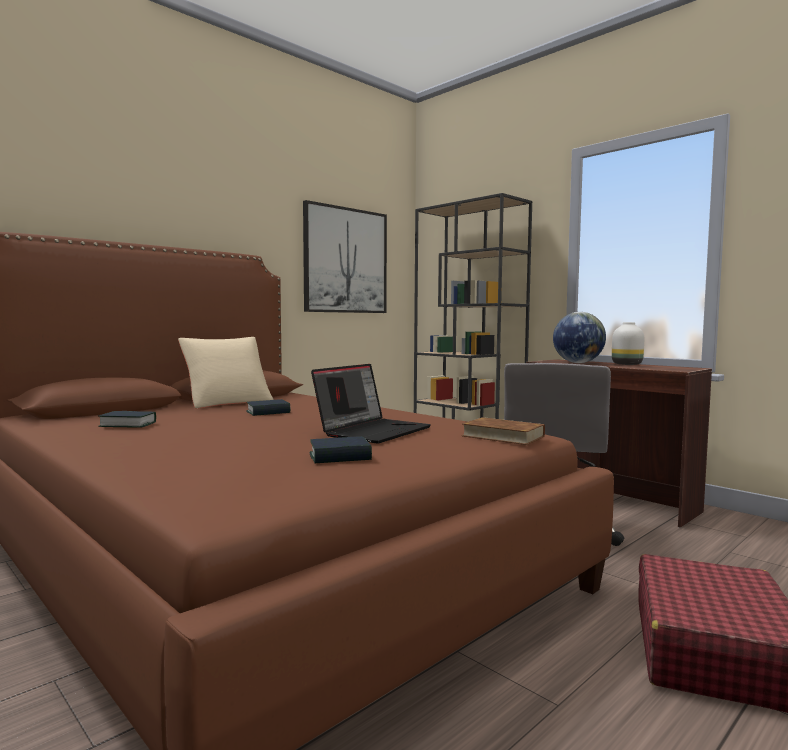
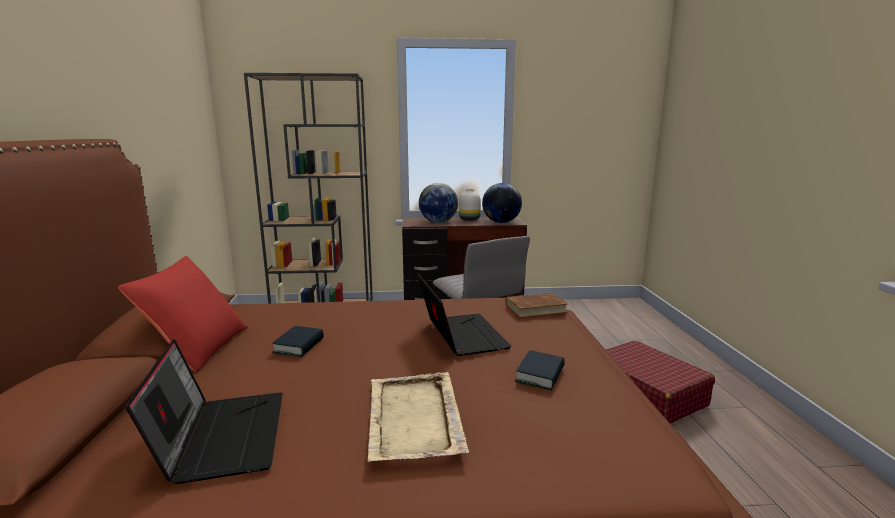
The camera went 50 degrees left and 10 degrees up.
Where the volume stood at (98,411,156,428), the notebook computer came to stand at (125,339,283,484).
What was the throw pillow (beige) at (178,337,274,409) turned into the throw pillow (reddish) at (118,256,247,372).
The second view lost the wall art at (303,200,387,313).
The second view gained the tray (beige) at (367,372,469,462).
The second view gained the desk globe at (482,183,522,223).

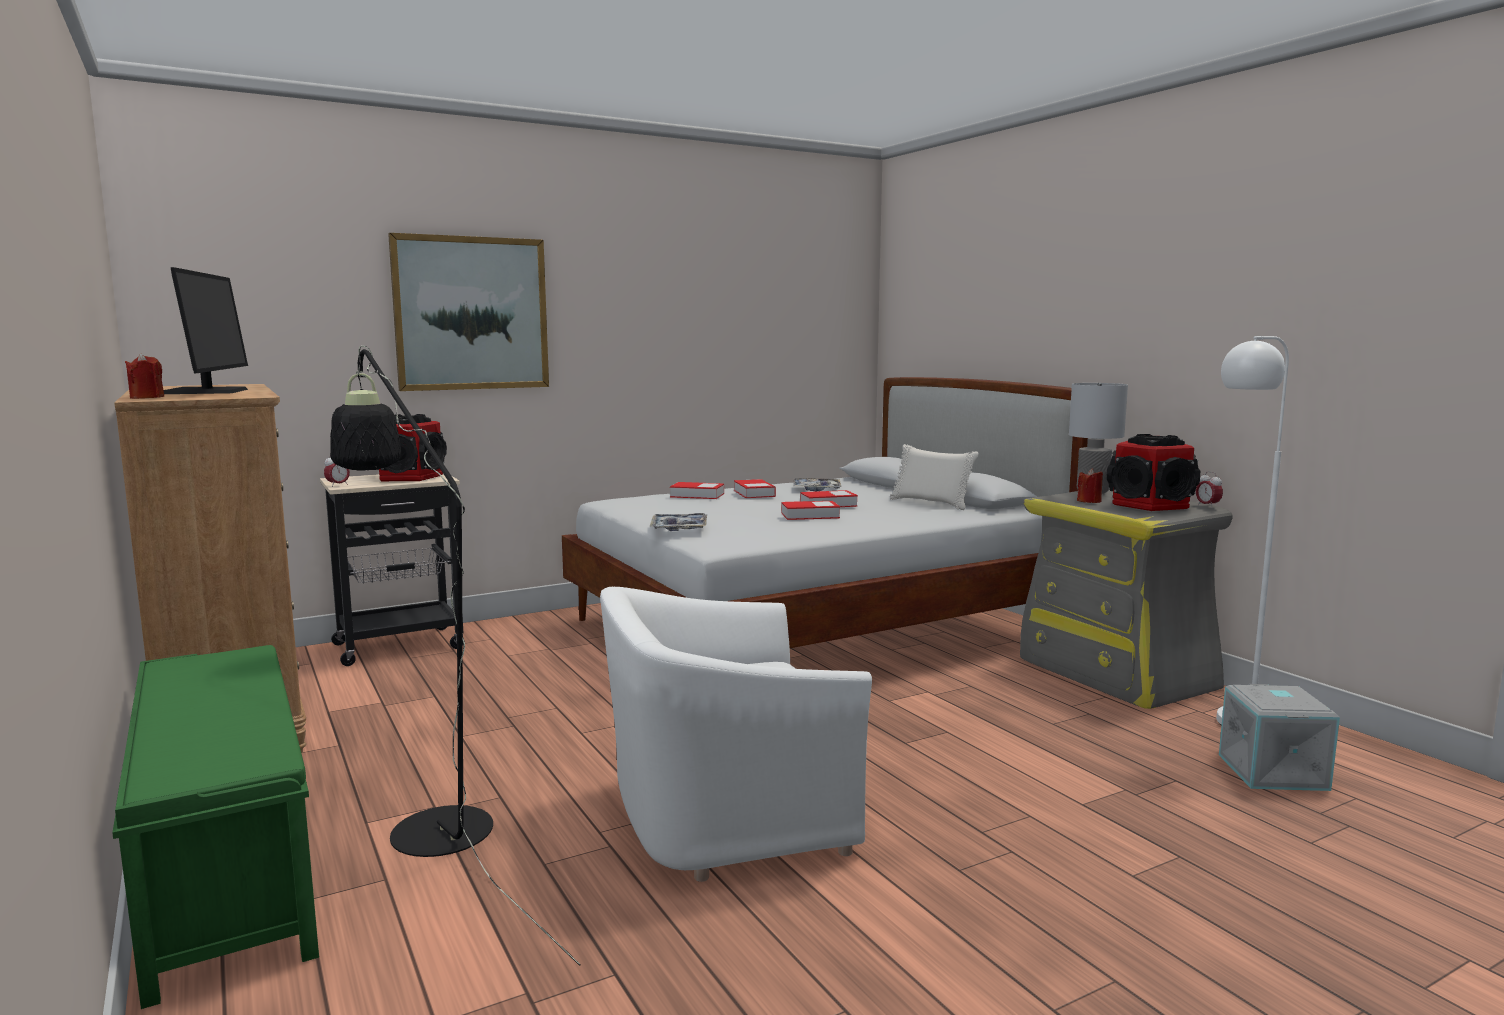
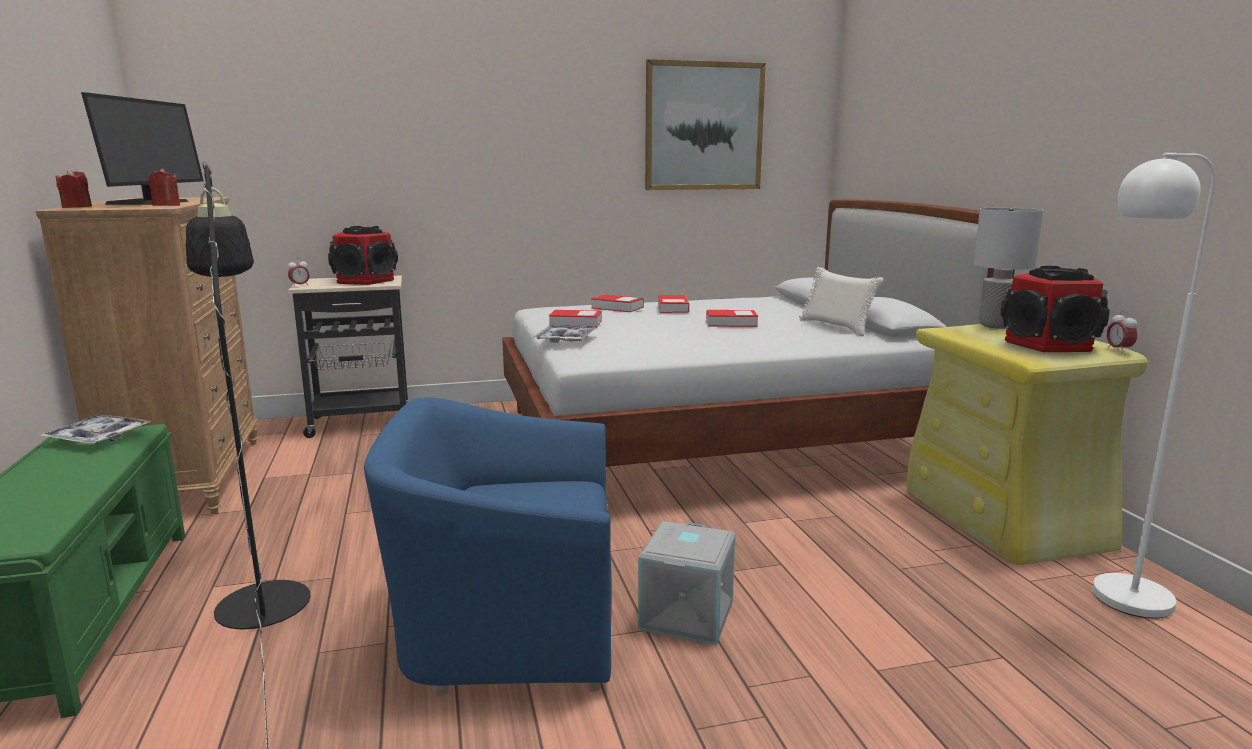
The camera went 15 degrees right and 5 degrees up.
The wall art ended up elsewhere, having gone from (388,233,549,391) to (645,59,766,190).
What was the lounge chair (whitish) at (600,587,872,882) turned into the lounge chair (blue) at (364,397,612,696).
The volume ended up elsewhere, having gone from (781,501,840,520) to (549,310,602,327).
The tray ended up elsewhere, having gone from (794,478,842,491) to (39,415,151,444).
What was the bedside table (greyish) at (1020,490,1232,709) turned into the bedside table (yellowish) at (906,324,1148,565).
The wax candle (reddish) ended up elsewhere, having gone from (1077,468,1103,503) to (148,168,180,206).
The storage container (greyish) ended up elsewhere, having gone from (1219,684,1340,791) to (638,521,736,645).

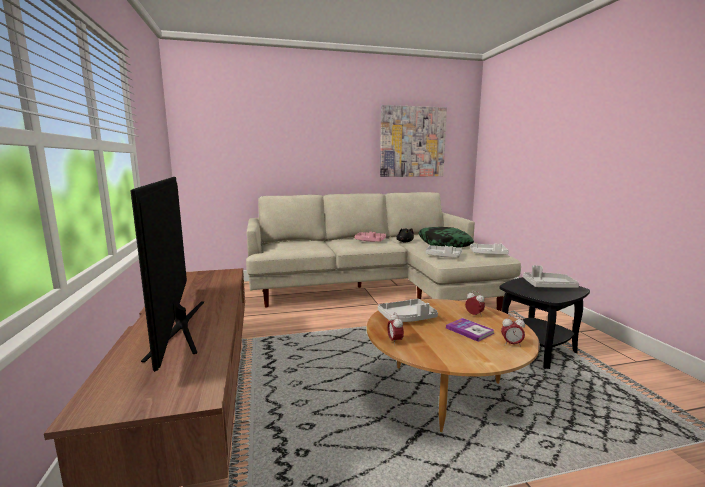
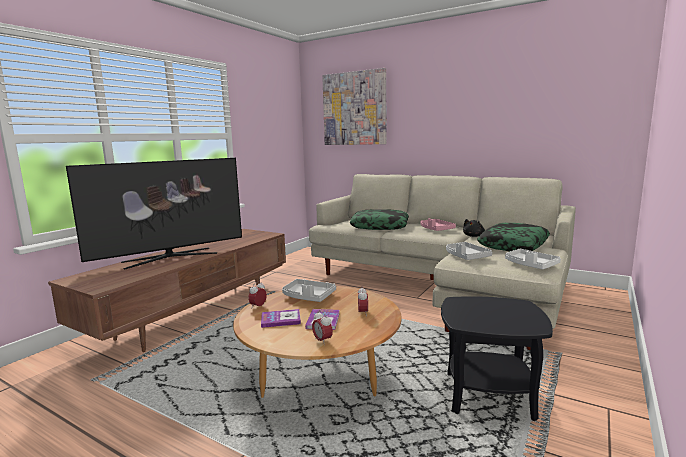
The camera went 45 degrees right and 0 degrees up.
The television at (130,177,204,372) ended up facing another way, 150 degrees counterclockwise from before.
The wall art ended up elsewhere, having gone from (380,105,447,177) to (322,68,386,145).
The second view lost the tray (greyish) at (523,265,579,288).
The second view gained the volume at (261,309,301,328).
The second view gained the throw pillow at (350,209,409,230).

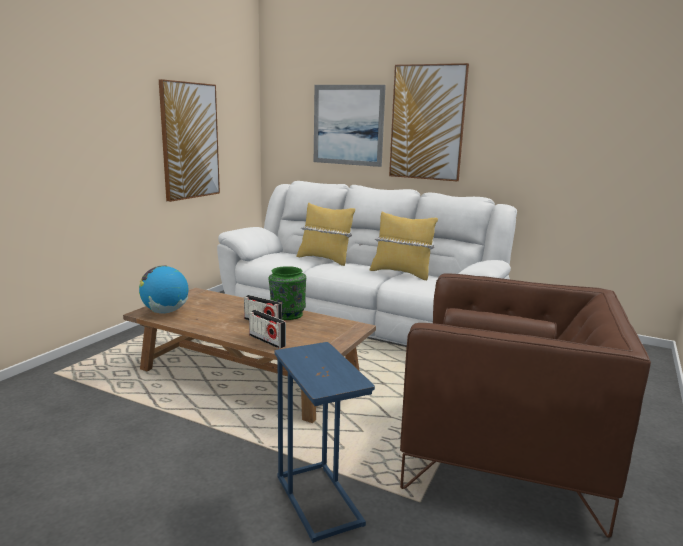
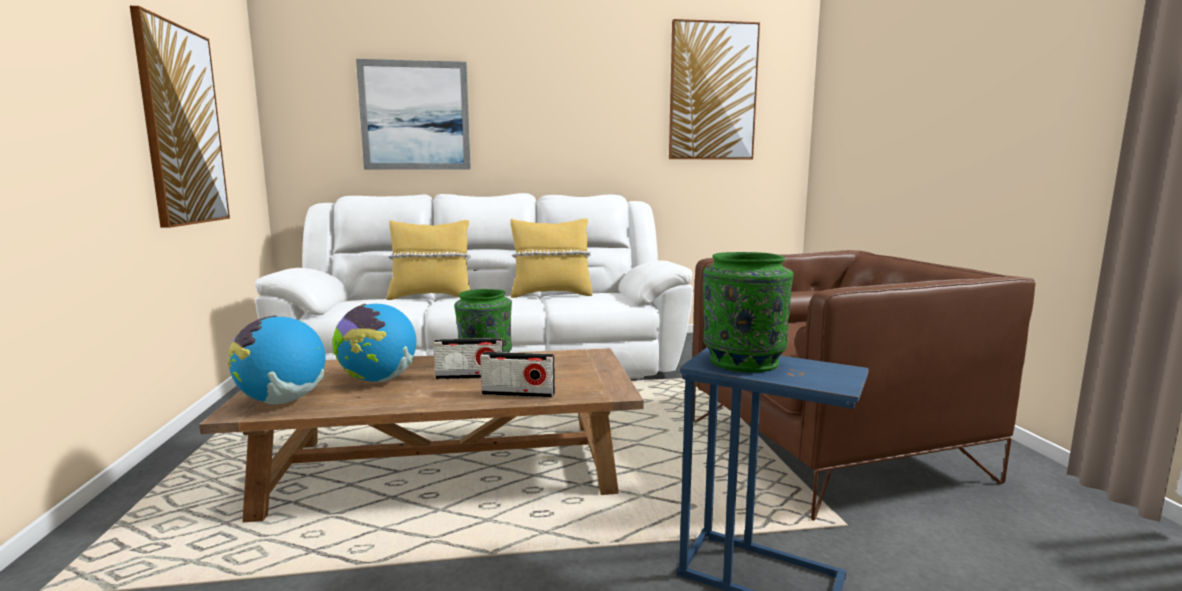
The camera went 35 degrees left and 5 degrees down.
The wall art ended up elsewhere, having gone from (389,63,469,181) to (669,19,760,160).
The second view gained the desk globe at (332,304,416,382).
The second view gained the flower vase (green-coloured) at (703,252,794,373).

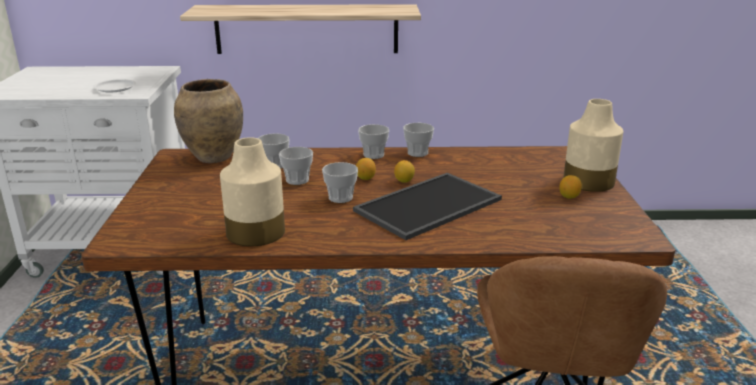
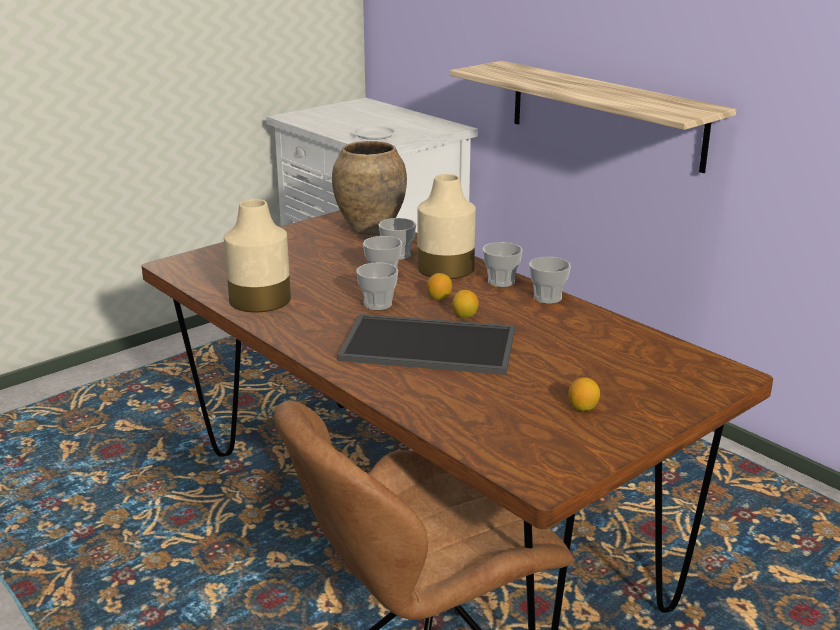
The camera went 50 degrees right and 0 degrees up.
The flower vase (beige) ended up elsewhere, having gone from (563,99,623,192) to (417,174,476,279).

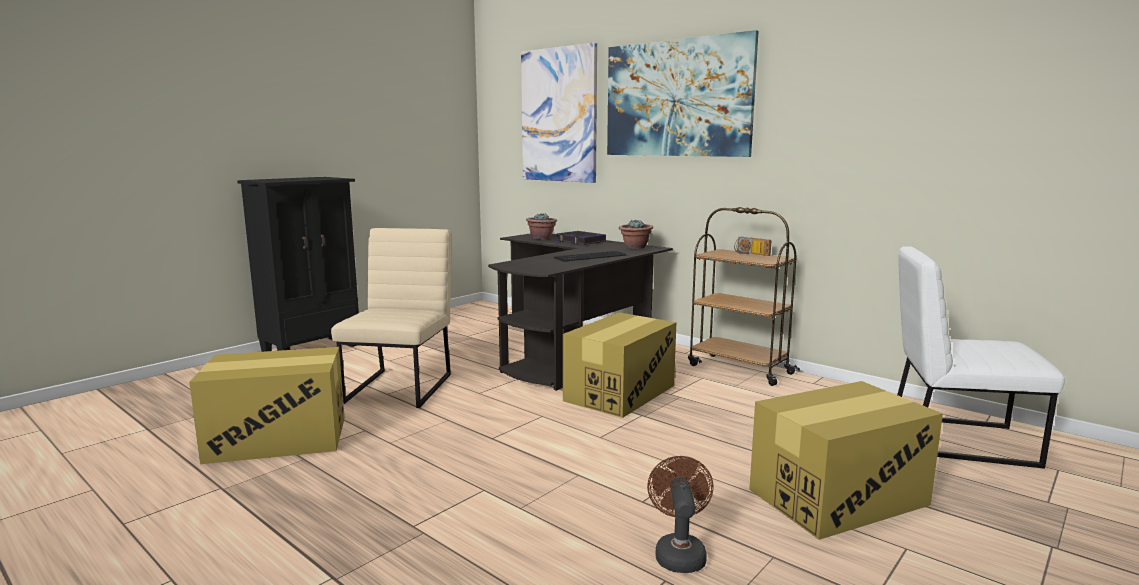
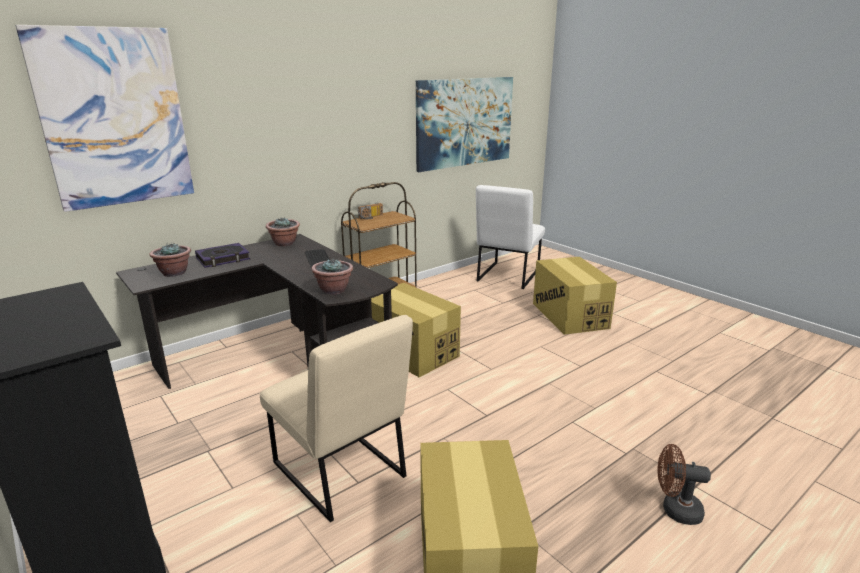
The camera went 80 degrees left and 10 degrees up.
The upright chair (beige) at (331,228,451,408) ended up facing another way, 150 degrees counterclockwise from before.
The wall art ended up elsewhere, having gone from (607,30,759,157) to (416,77,513,172).
The electric fan (brownish) ended up elsewhere, having gone from (647,456,714,573) to (657,444,711,525).
The second view gained the plant in a pot at (311,259,353,294).

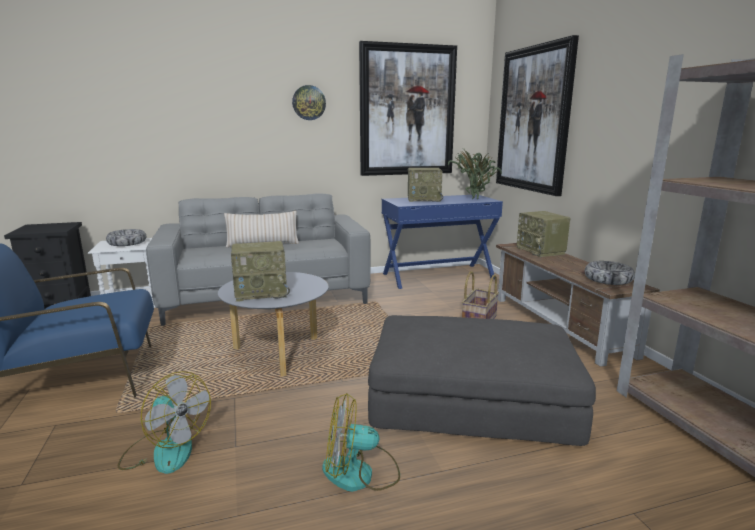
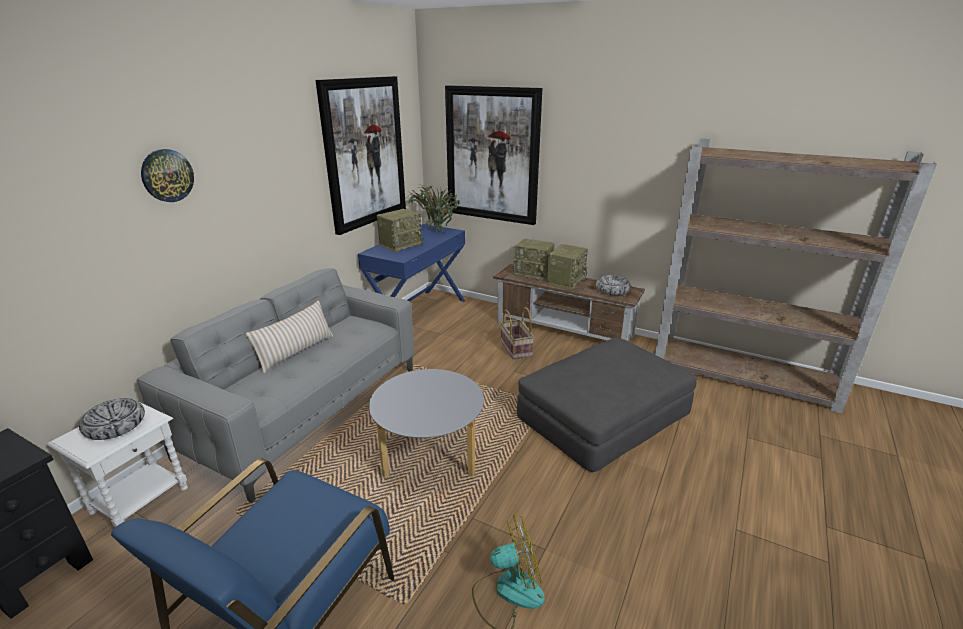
The camera went 45 degrees left and 10 degrees up.
The radio ended up elsewhere, having gone from (231,241,290,302) to (547,244,588,290).
The wall clock ended up elsewhere, having gone from (292,85,326,120) to (141,149,194,202).
The second view lost the electric fan at (322,393,400,492).

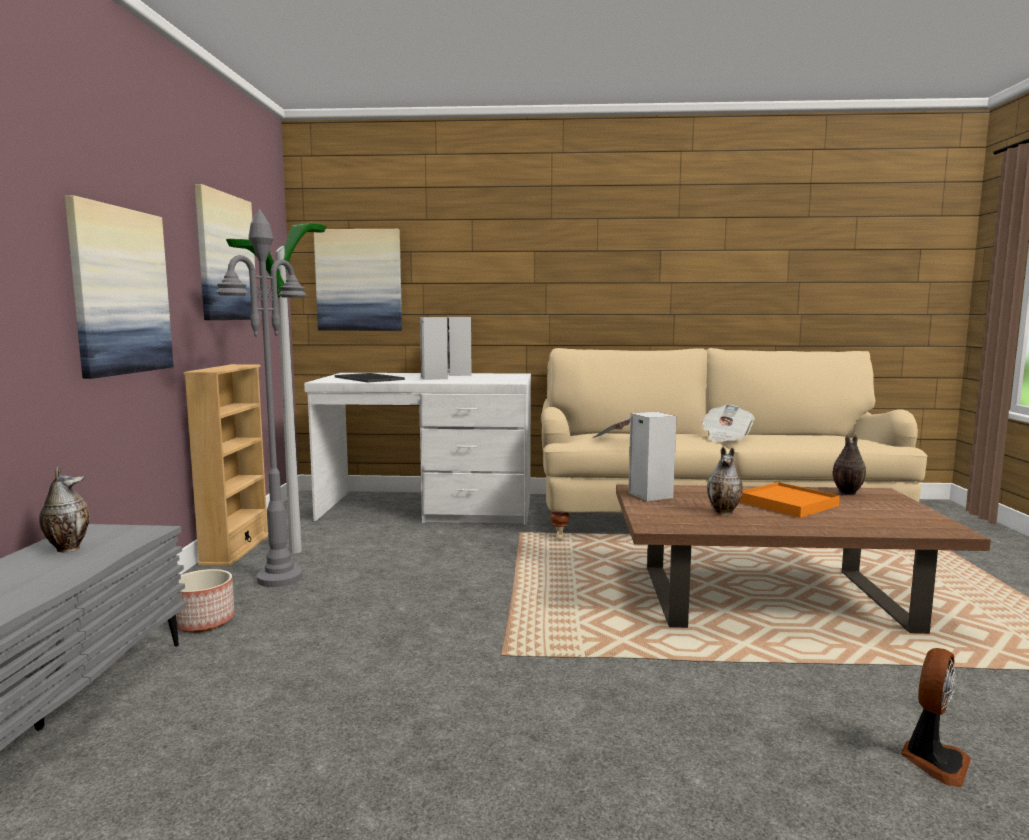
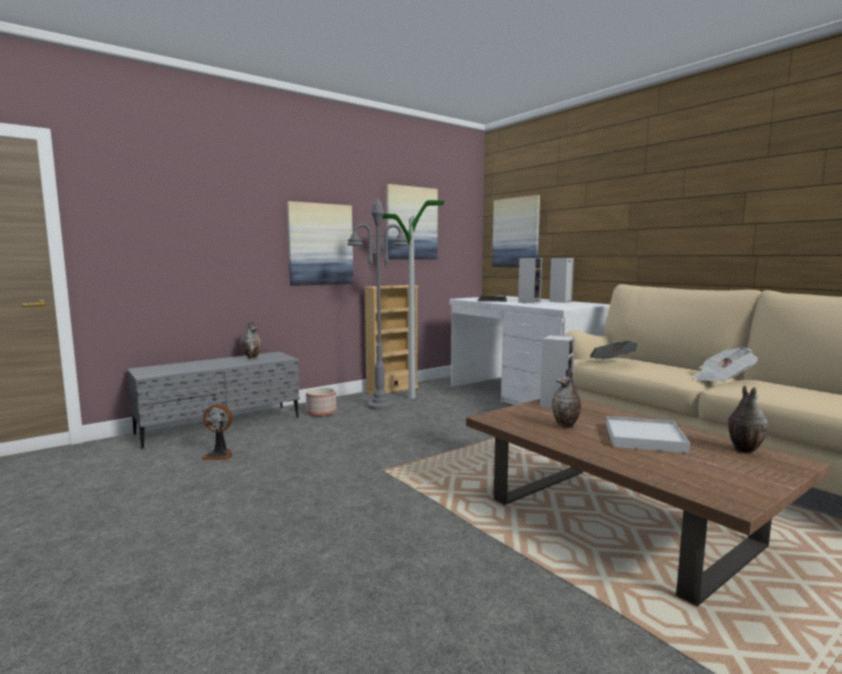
The camera went 50 degrees right and 0 degrees up.
What was the tray (orangey) at (740,482,840,518) turned into the tray (whitish) at (606,416,690,453).
The electric fan ended up elsewhere, having gone from (900,648,971,787) to (201,404,233,460).

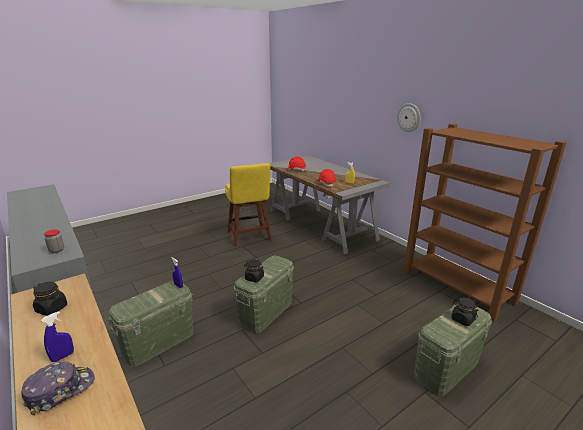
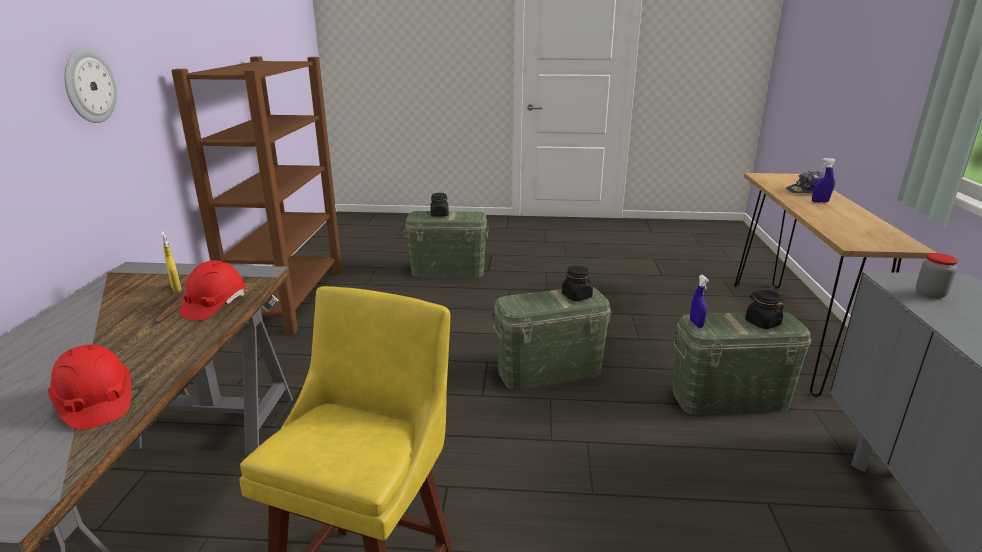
The camera went 140 degrees left and 0 degrees up.
The storage jar (blackish) ended up elsewhere, having gone from (33,282,67,316) to (745,290,784,329).

